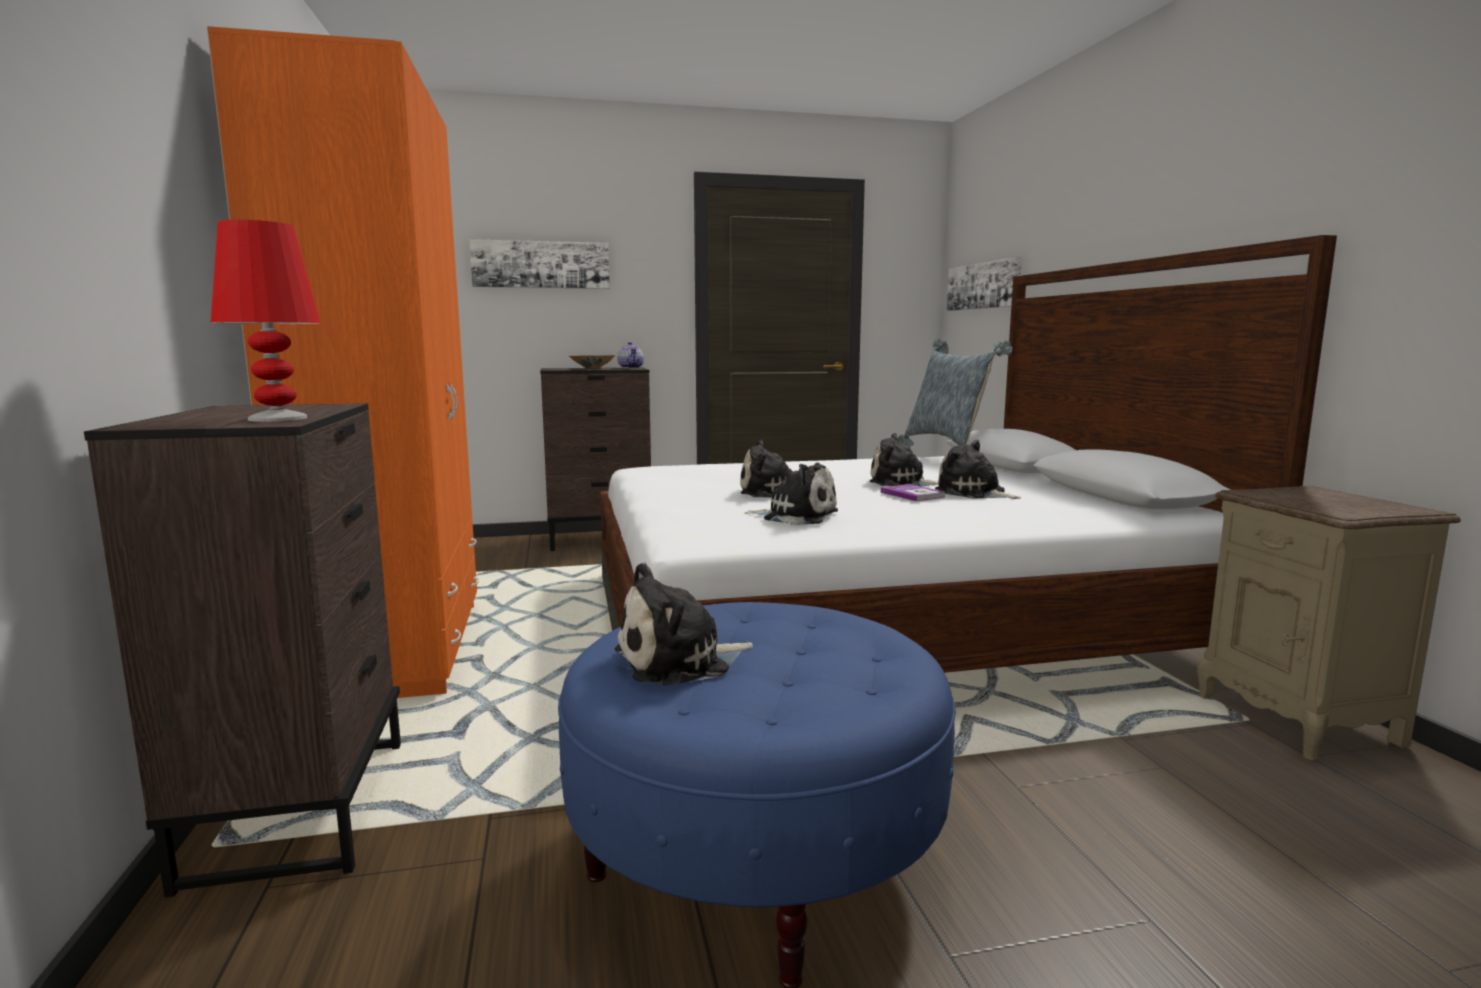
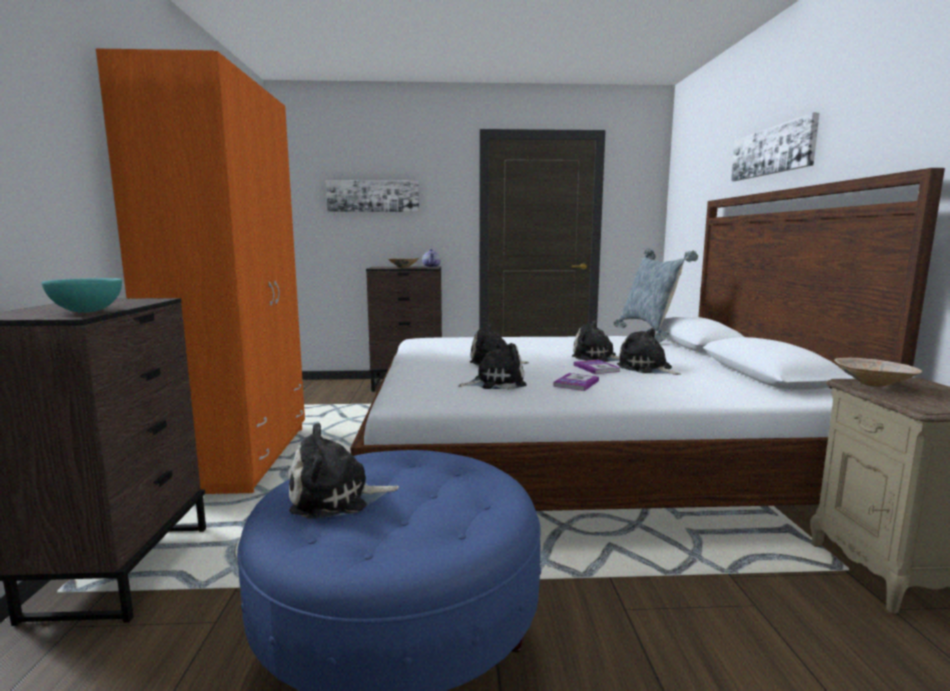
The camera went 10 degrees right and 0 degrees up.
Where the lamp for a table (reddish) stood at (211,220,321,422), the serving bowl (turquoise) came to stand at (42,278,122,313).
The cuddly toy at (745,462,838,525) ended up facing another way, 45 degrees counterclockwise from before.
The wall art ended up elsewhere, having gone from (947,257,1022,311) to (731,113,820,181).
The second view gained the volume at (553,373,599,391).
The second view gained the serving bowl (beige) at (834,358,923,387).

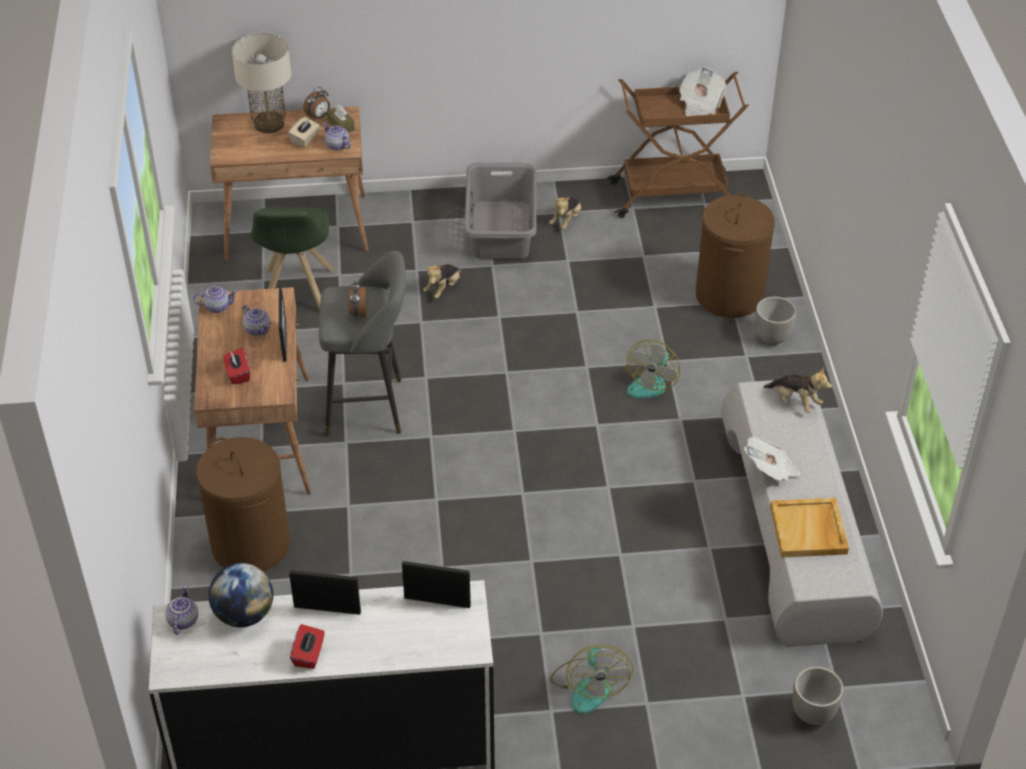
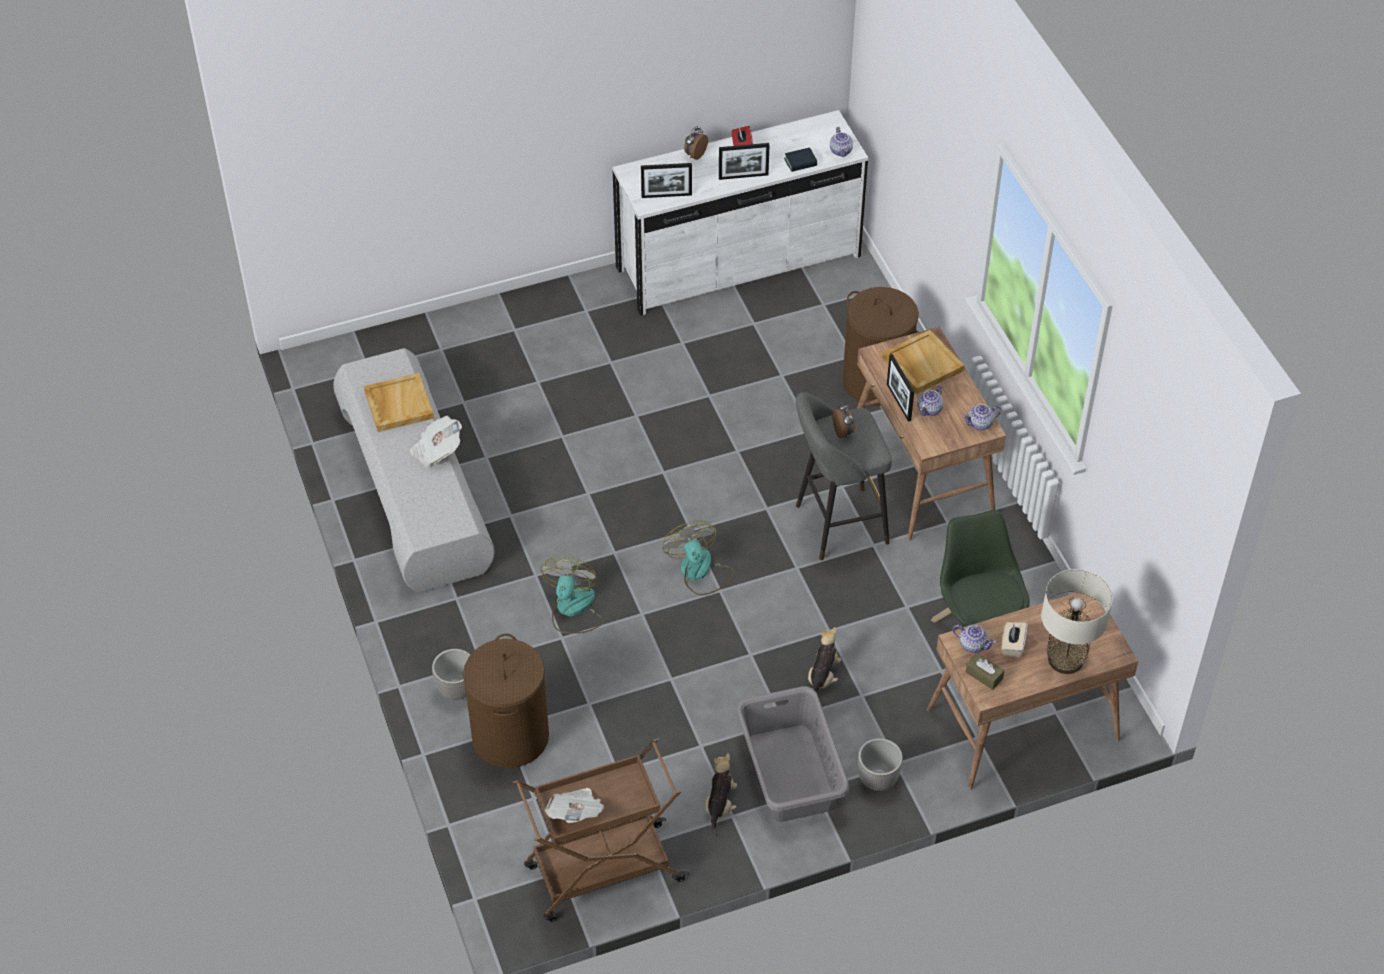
The camera went 165 degrees right and 5 degrees up.
Where the desk globe stood at (209,563,273,627), the volume came to stand at (784,148,817,172).
Where the tissue box (reddish) stood at (223,348,250,384), the tray (beige) came to stand at (882,330,965,394).
The tea pot at (242,305,270,336) ended up facing another way, 90 degrees counterclockwise from before.
The alarm clock ended up elsewhere, having gone from (303,87,330,119) to (684,126,708,160).
The electric fan ended up elsewhere, having gone from (550,644,633,714) to (663,521,734,596).
The second view lost the cuddly toy at (763,367,832,413).
The plant pot ended up elsewhere, having gone from (793,666,844,725) to (858,738,903,791).

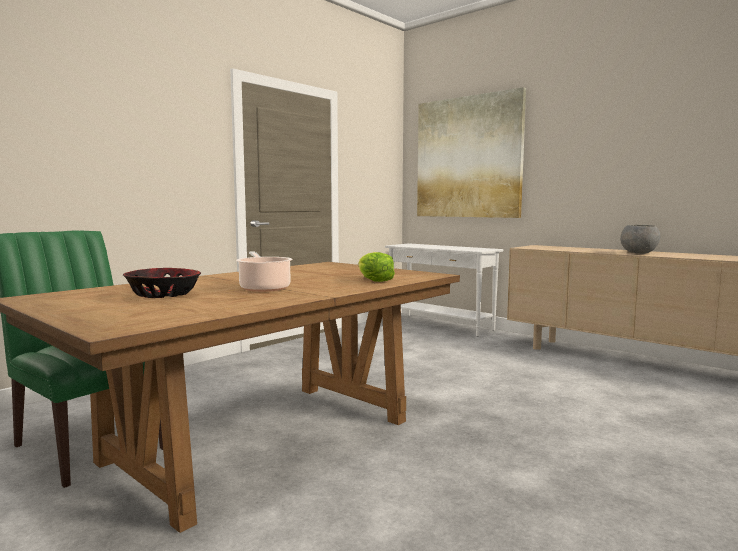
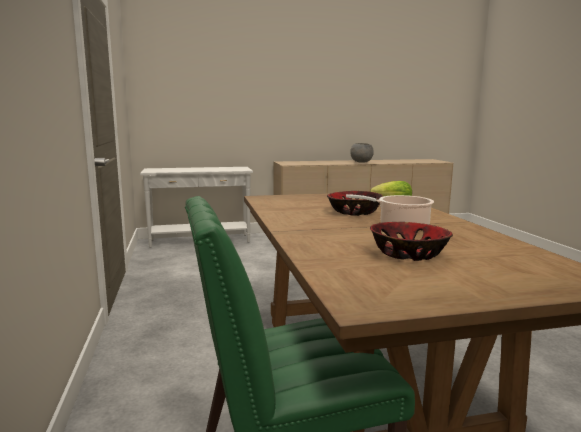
The camera went 55 degrees left and 5 degrees up.
The second view lost the wall art at (417,87,526,218).
The second view gained the serving bowl at (327,191,383,216).

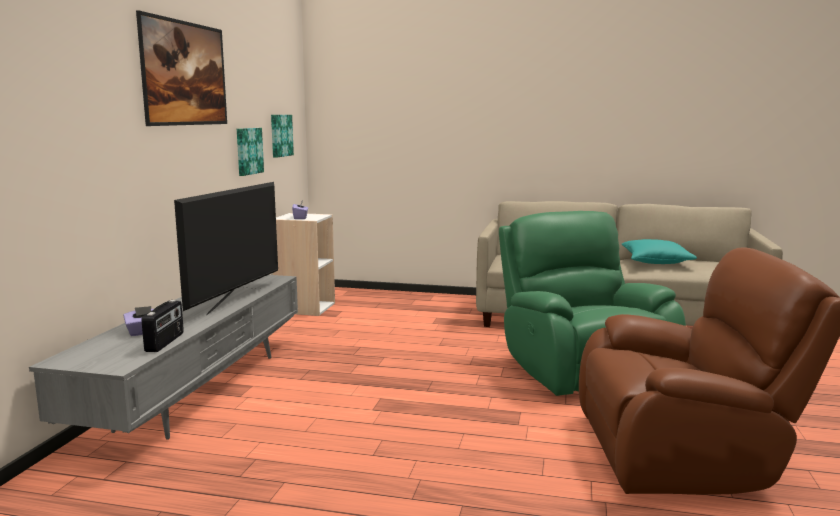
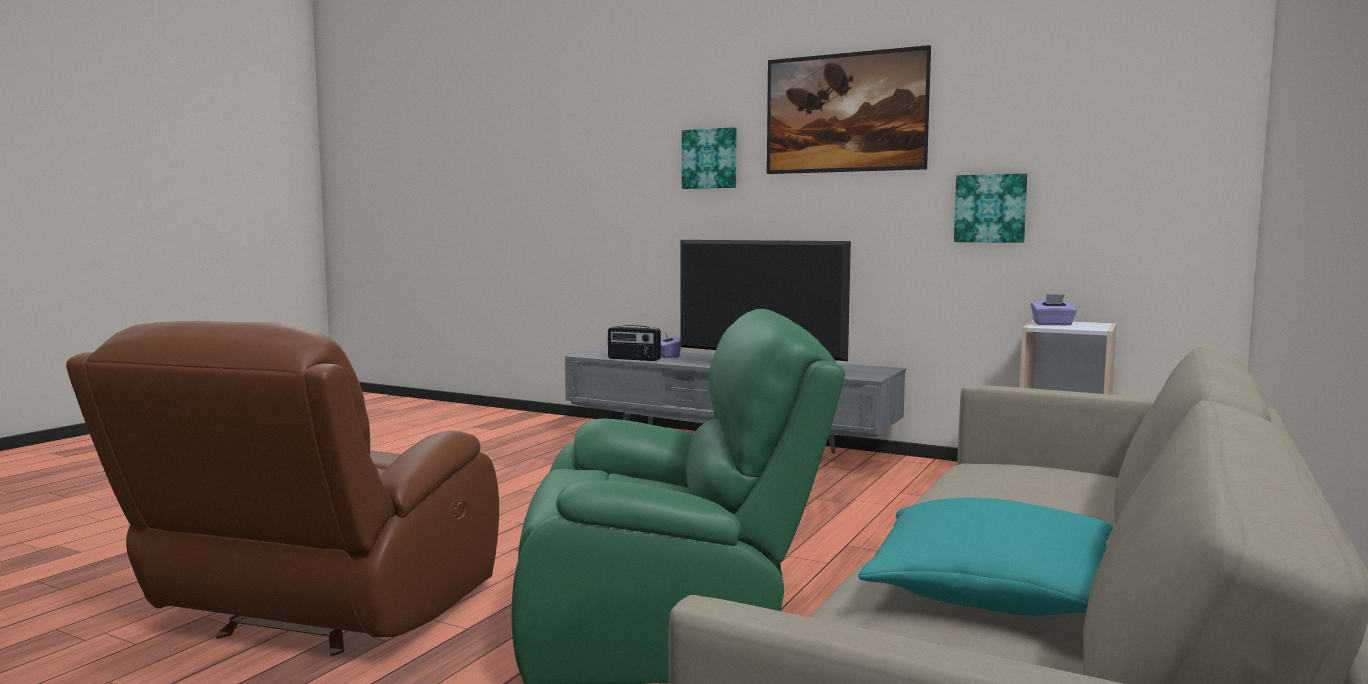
The camera went 105 degrees right and 5 degrees down.
The wall art ended up elsewhere, having gone from (271,115,294,158) to (682,127,737,189).

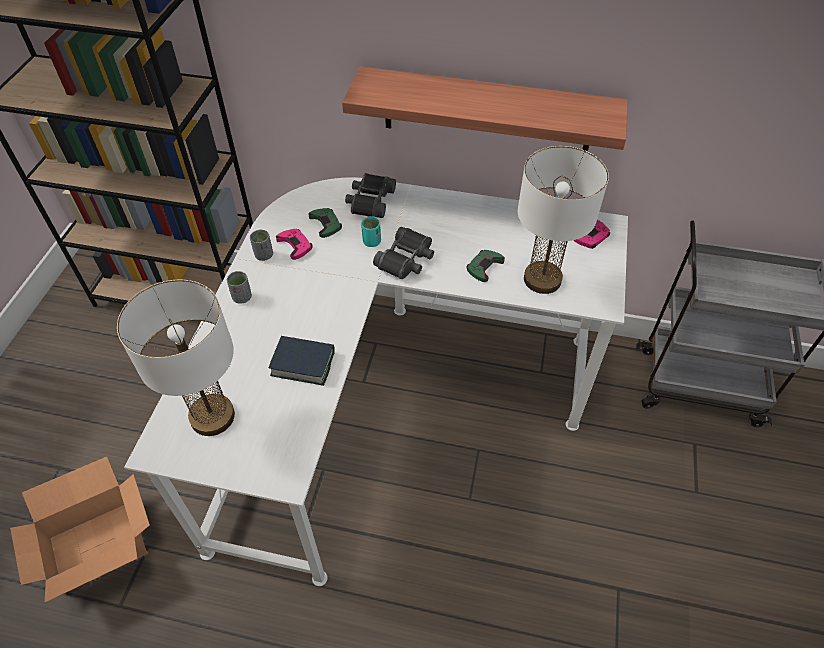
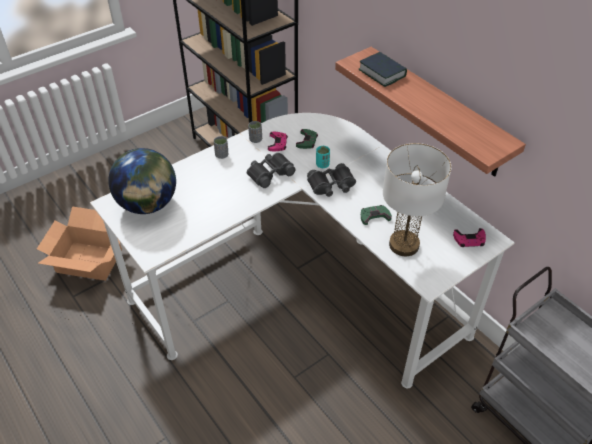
The camera went 40 degrees right and 5 degrees down.
Where the lamp for a table stood at (117,280,235,436), the desk globe came to stand at (108,148,176,214).
The volume ended up elsewhere, having gone from (269,336,335,386) to (359,52,407,87).
The field glasses (blackish) ended up elsewhere, having gone from (345,173,396,218) to (247,153,296,188).

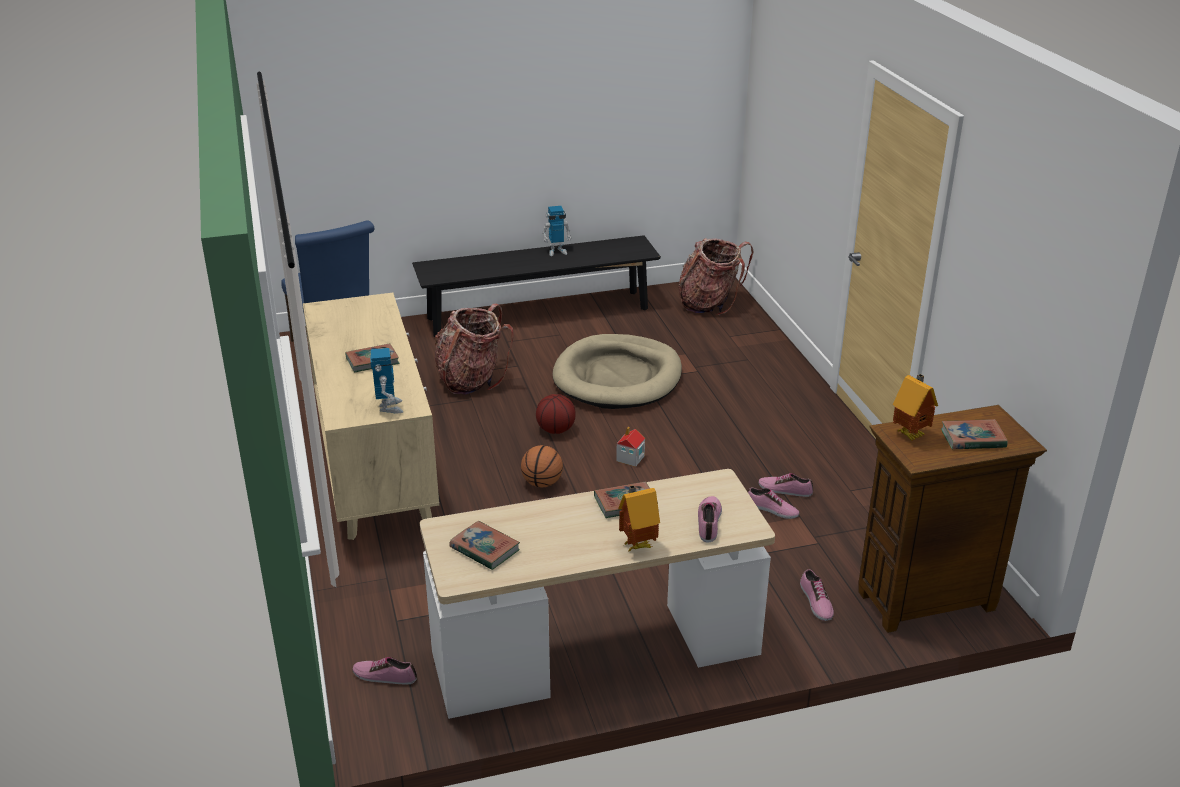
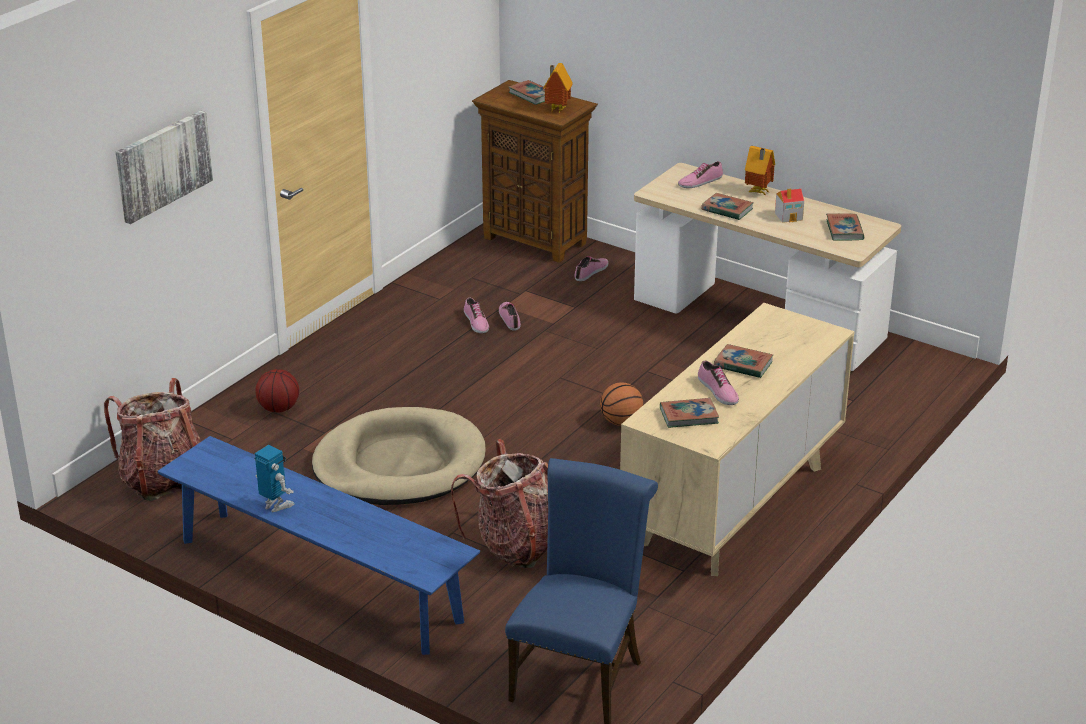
The camera went 130 degrees left and 0 degrees up.
The item of footwear ended up elsewhere, having gone from (352,657,417,685) to (698,361,739,405).
The second view lost the model robot at (370,348,403,414).
What was the indoor bench (blackish) at (412,235,661,337) turned into the indoor bench (blue) at (158,436,480,655).
The ball for basketball ended up elsewhere, having gone from (536,394,576,434) to (255,369,299,412).
The miniature house ended up elsewhere, having gone from (616,426,645,467) to (775,188,804,223).
The second view gained the wall art at (116,110,213,224).
The second view gained the volume at (660,398,719,428).

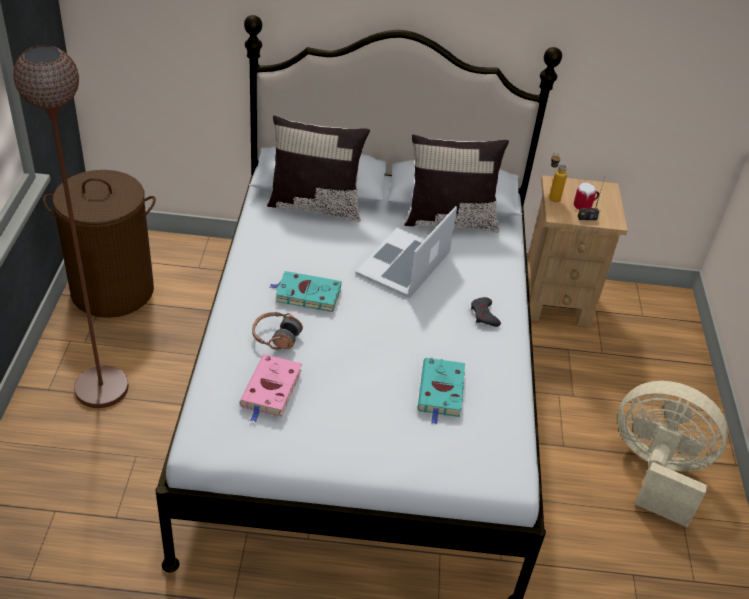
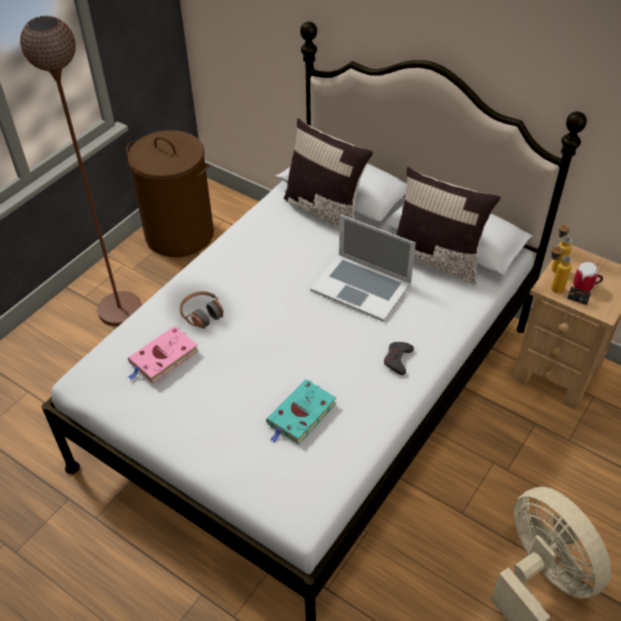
The camera went 35 degrees right and 5 degrees up.
The second view lost the volume (turquoise) at (270,271,341,312).
The notebook computer at (355,206,457,298) ended up facing another way, 120 degrees counterclockwise from before.
The second view gained the bottle at (551,245,572,294).

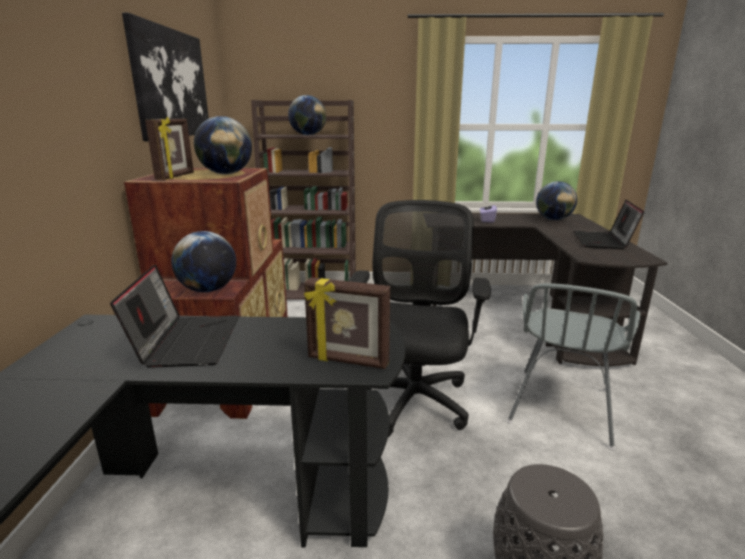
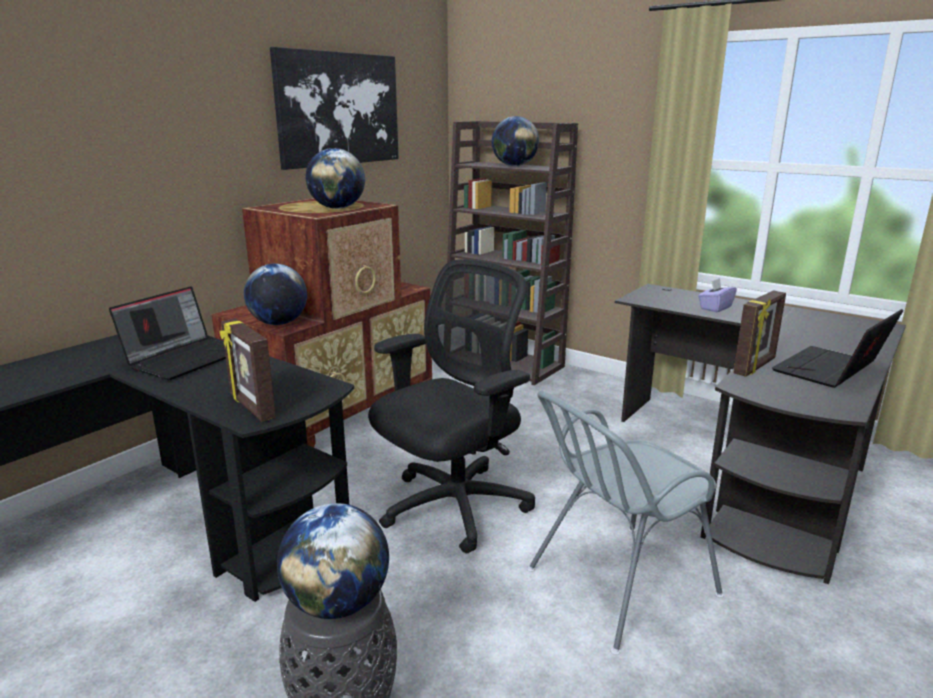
The camera went 35 degrees right and 0 degrees up.
The standing frame ended up elsewhere, having gone from (145,117,194,180) to (733,290,786,377).
The desk globe ended up elsewhere, having gone from (536,181,577,220) to (277,503,389,619).

